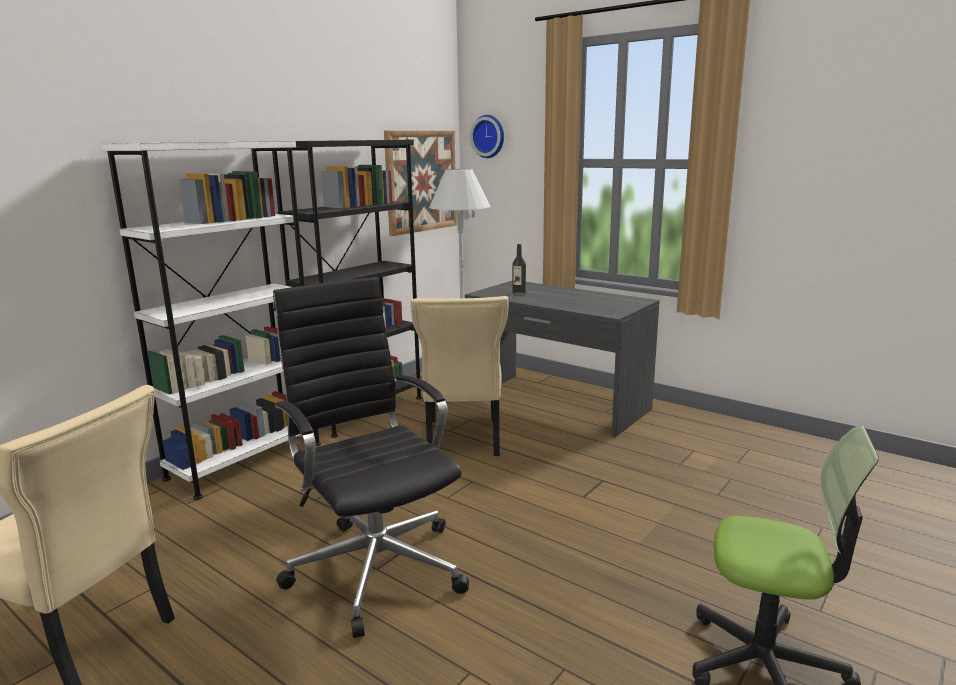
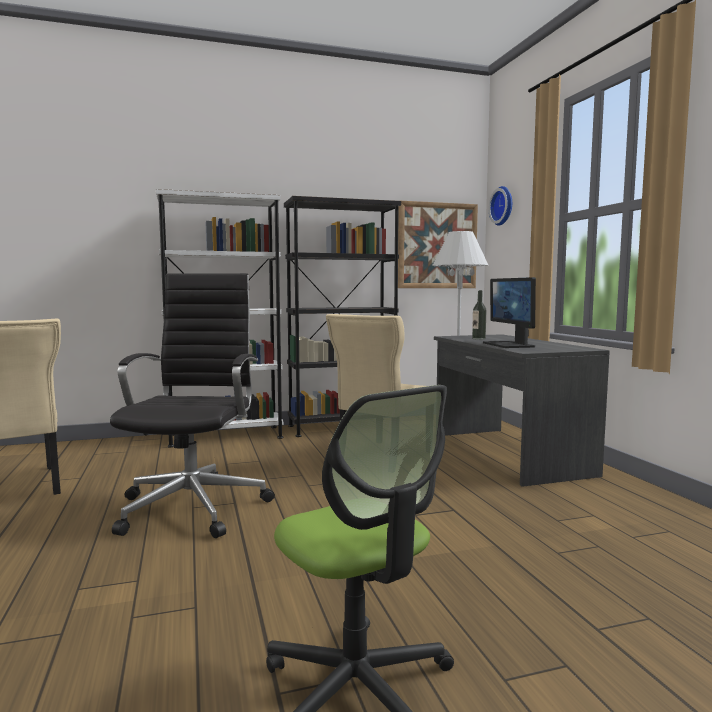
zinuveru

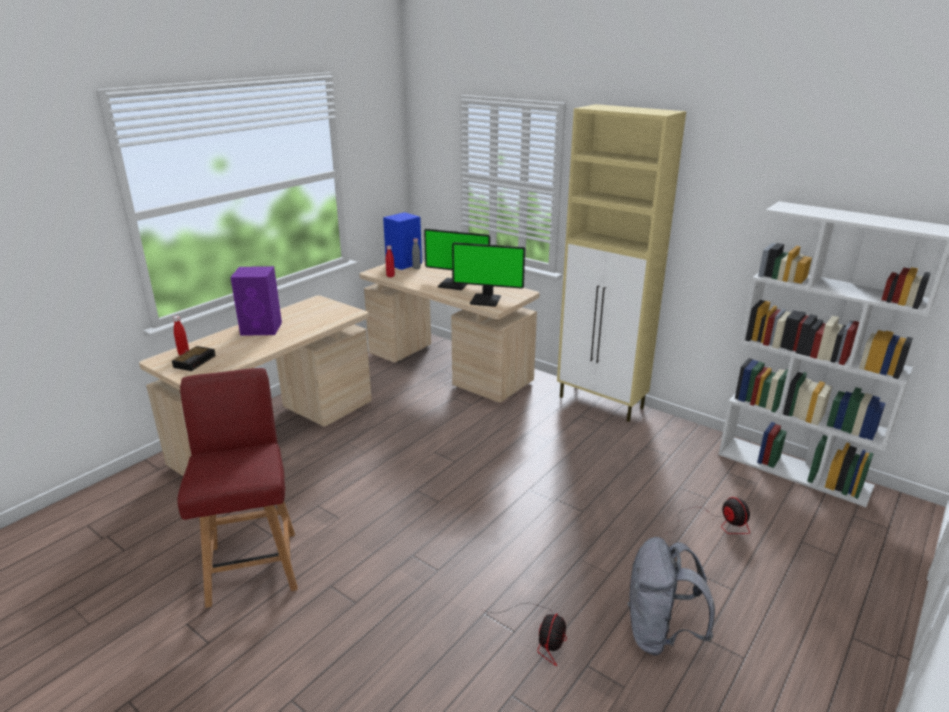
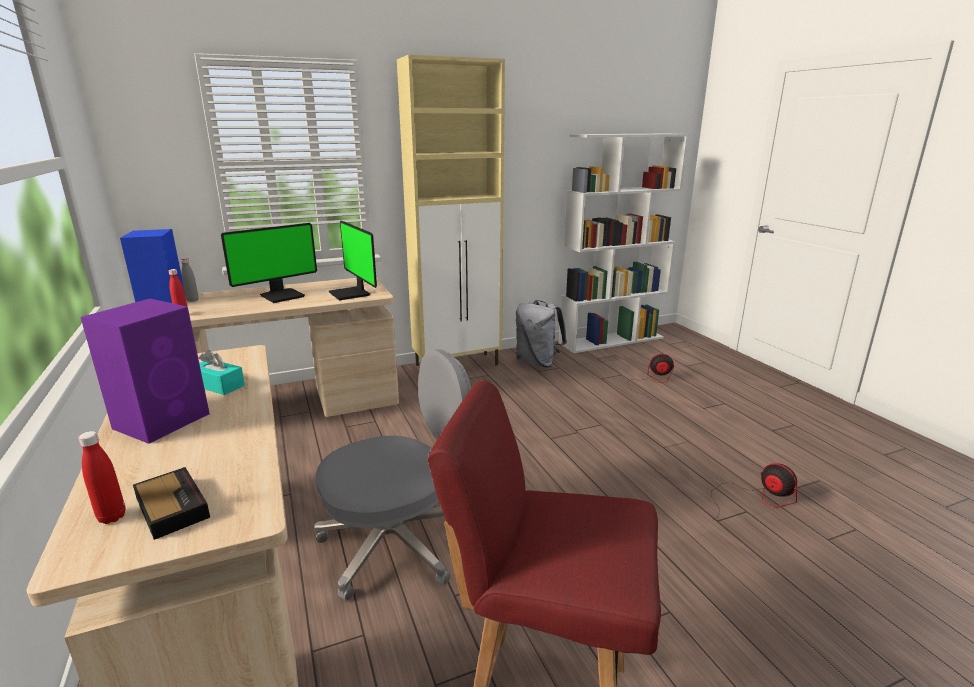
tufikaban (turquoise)
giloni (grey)
zinuveru (2nd from left)
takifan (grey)

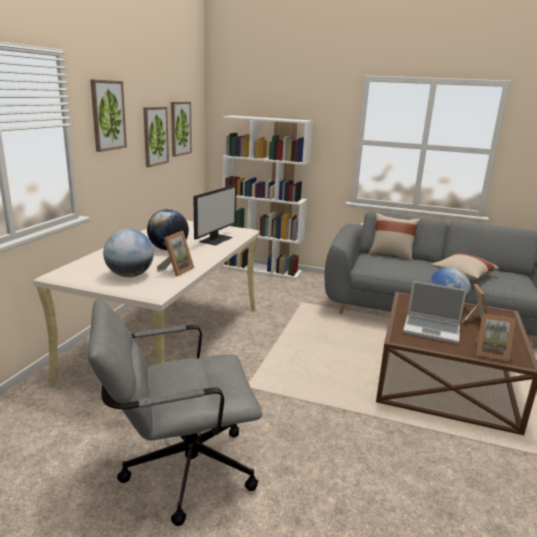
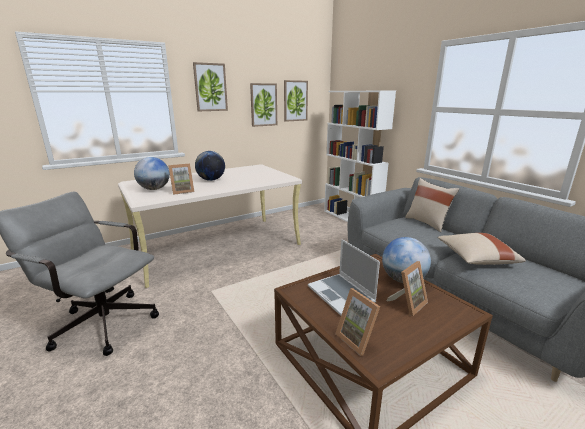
zinuveru

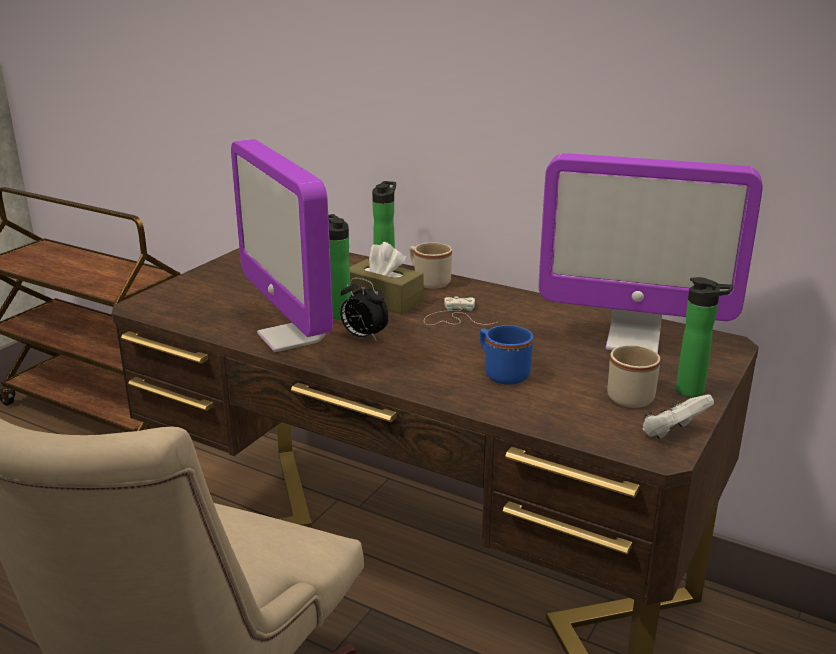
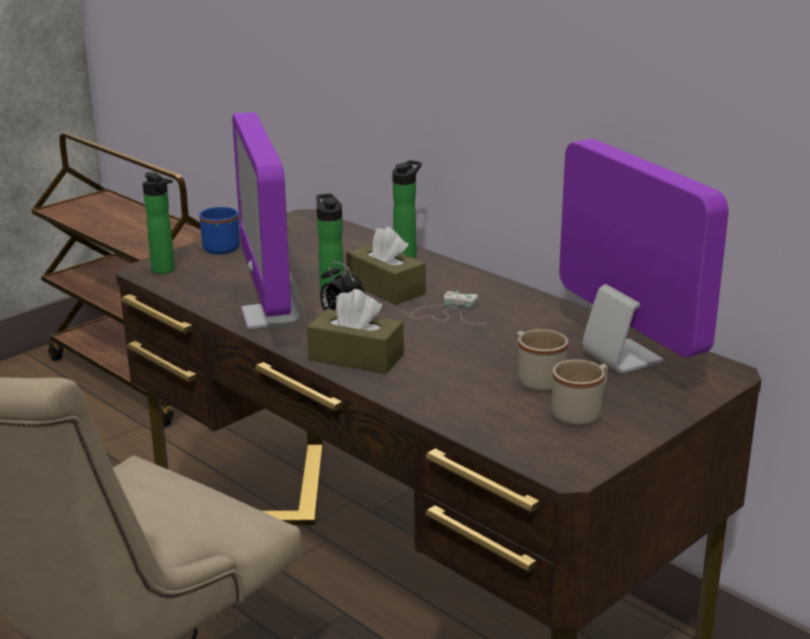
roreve (1st from left)
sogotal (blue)
tufikaban (brown) (1st from left)
sogotal (beige) (1st from left)
zinuveru (2nd from left)
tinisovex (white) (2nd from left in the first image)

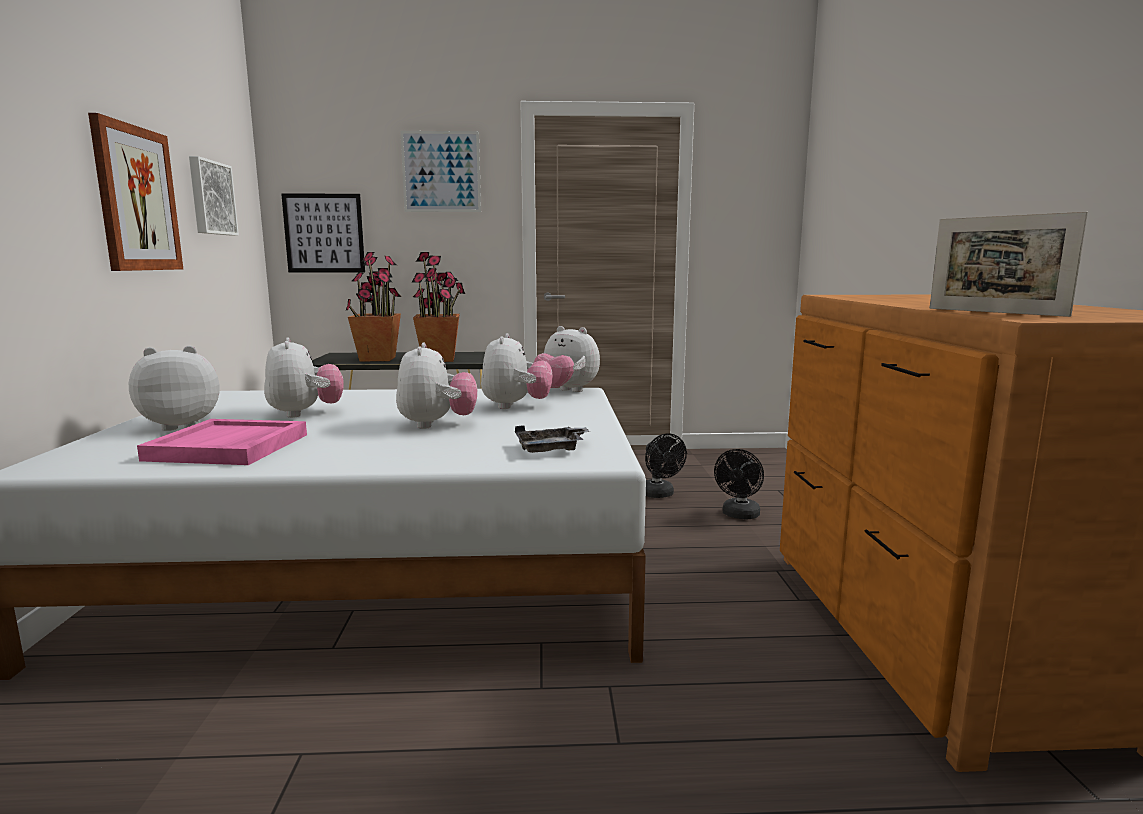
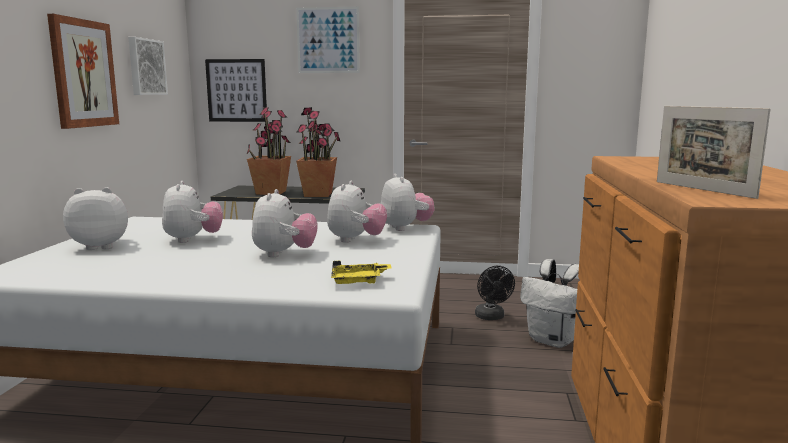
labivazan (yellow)
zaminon (5th from left)
takifan (white)
labivazan (pink)

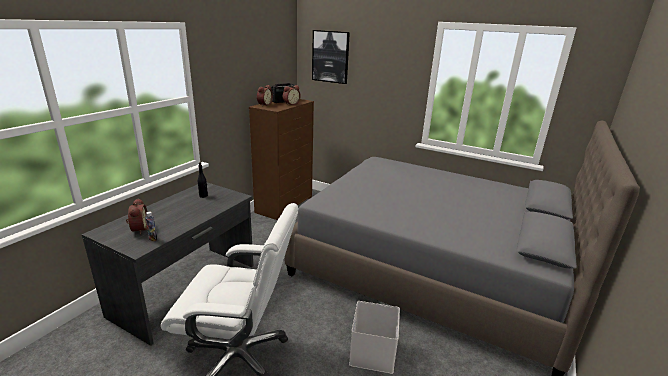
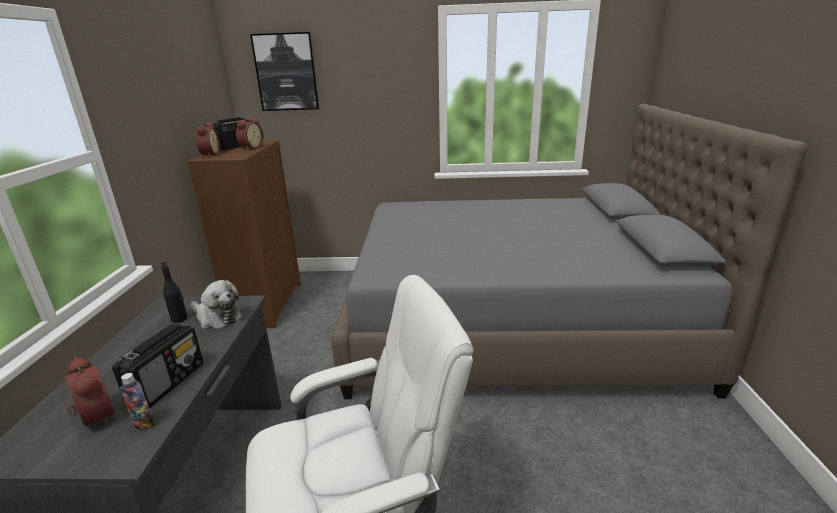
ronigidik (1st from left)
zaminon
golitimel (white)

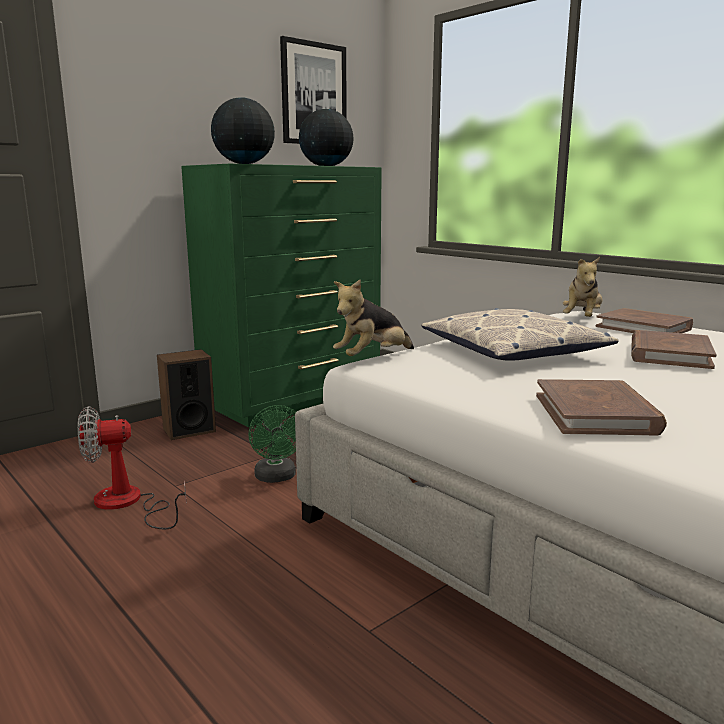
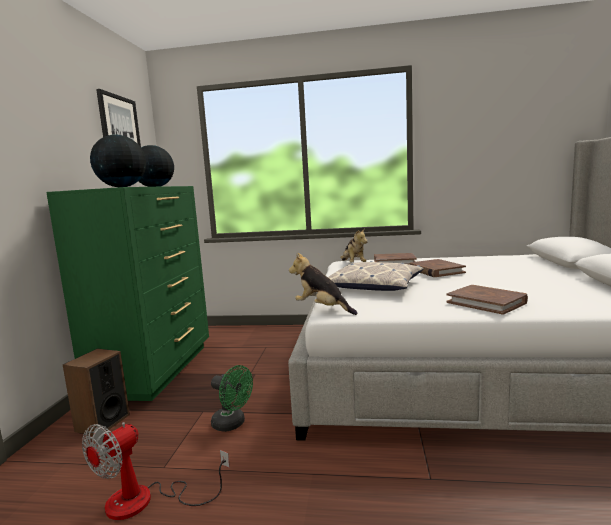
zaminon (1st from left)

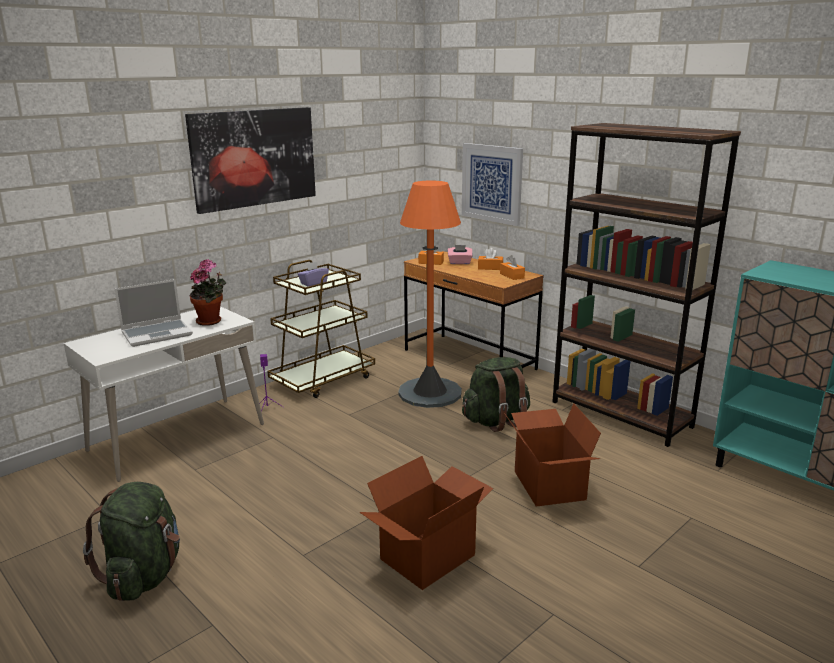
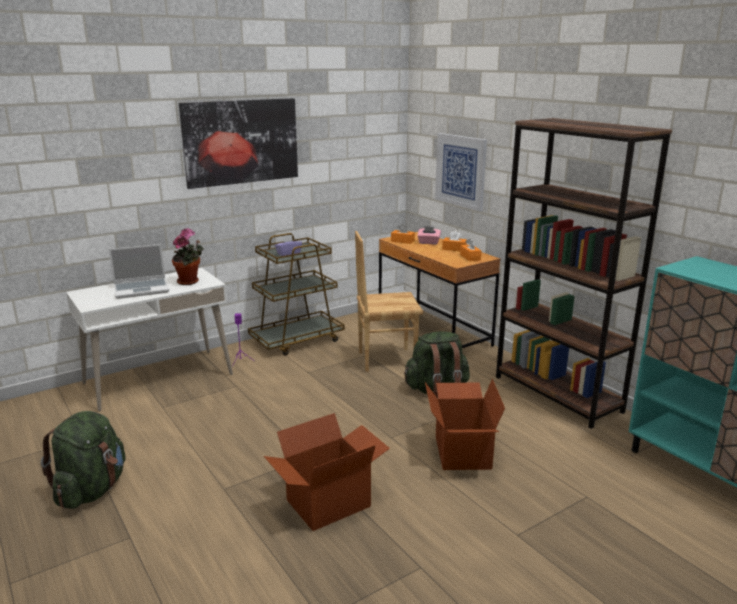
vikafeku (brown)

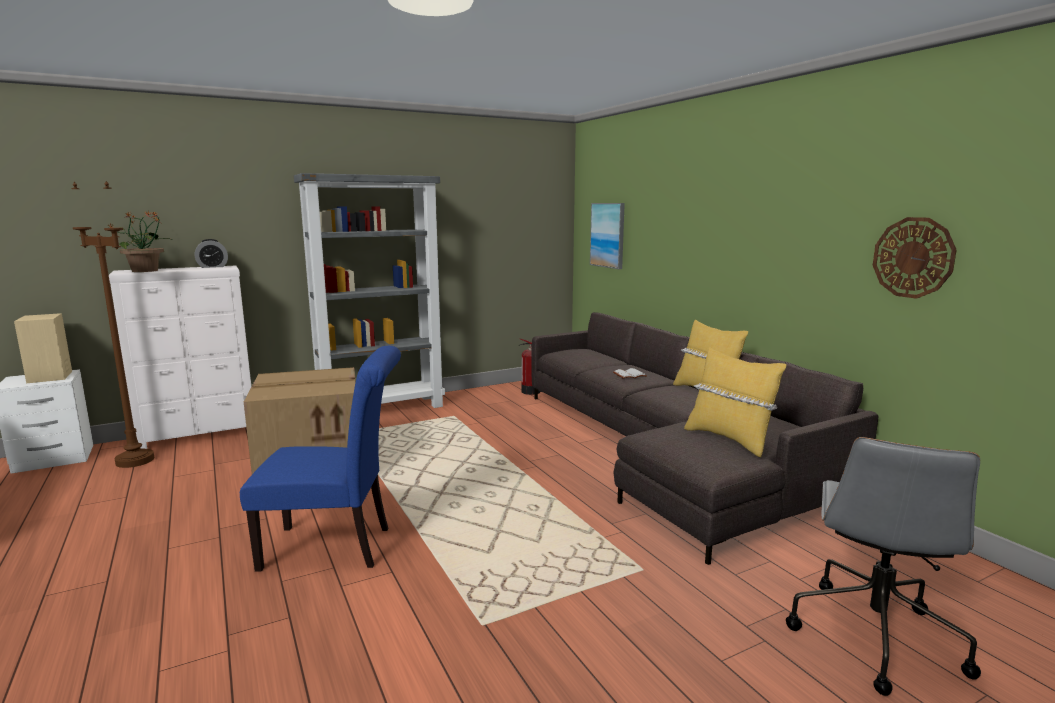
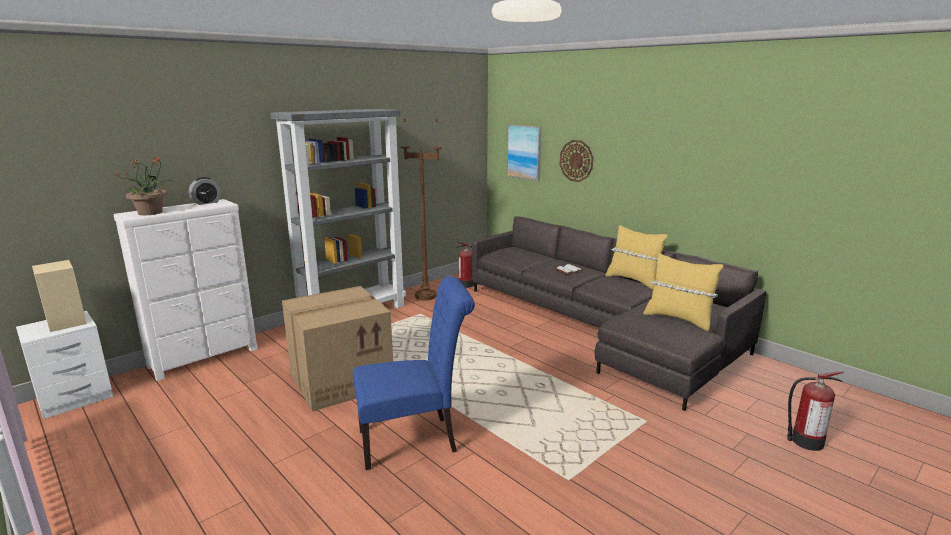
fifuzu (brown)
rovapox
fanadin (2nd from left)

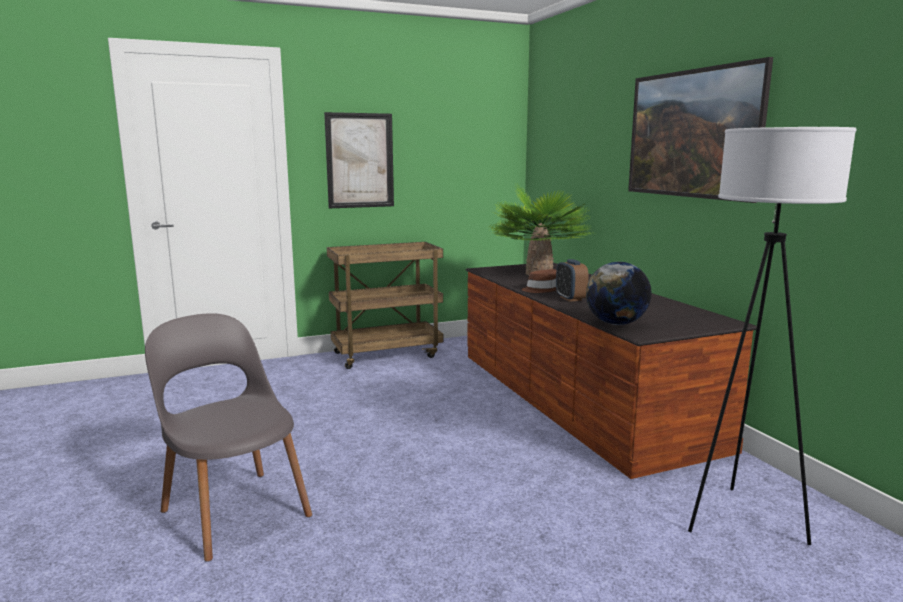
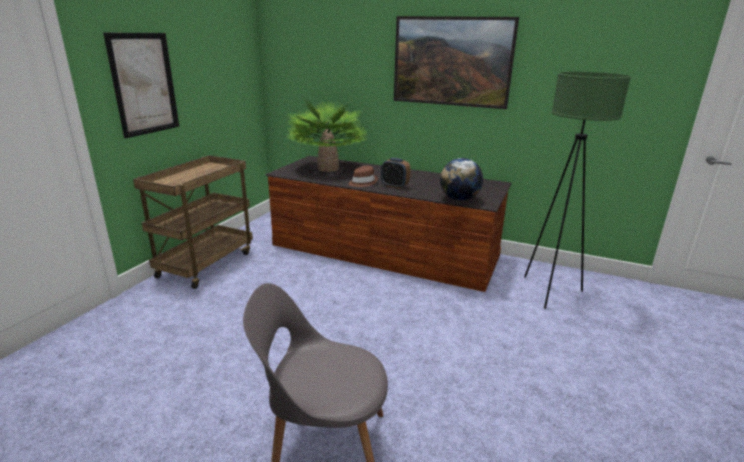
fifuzu (green)

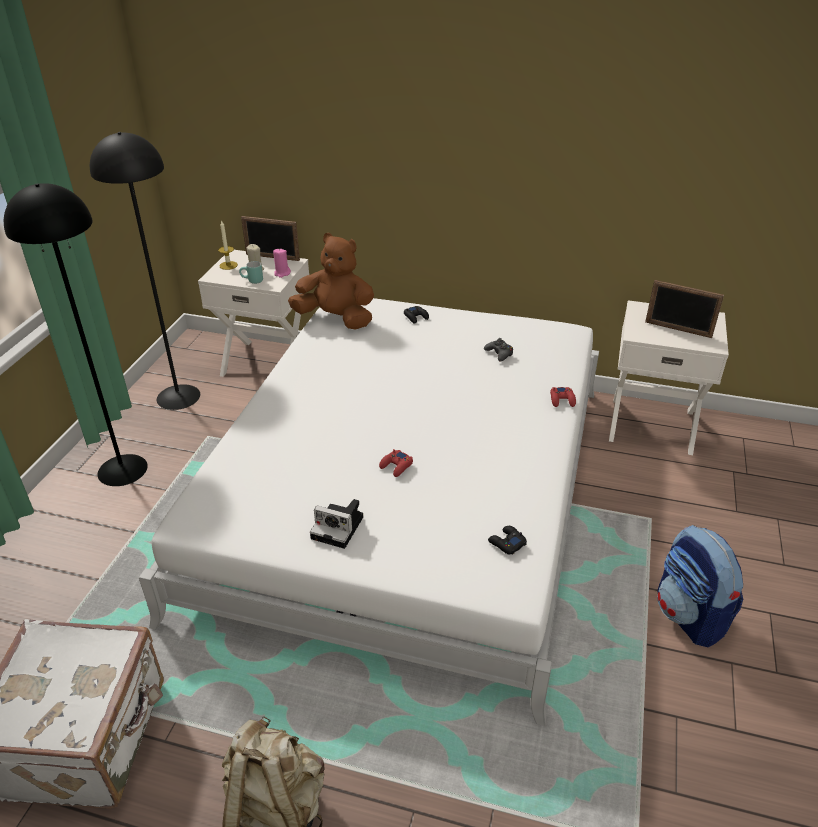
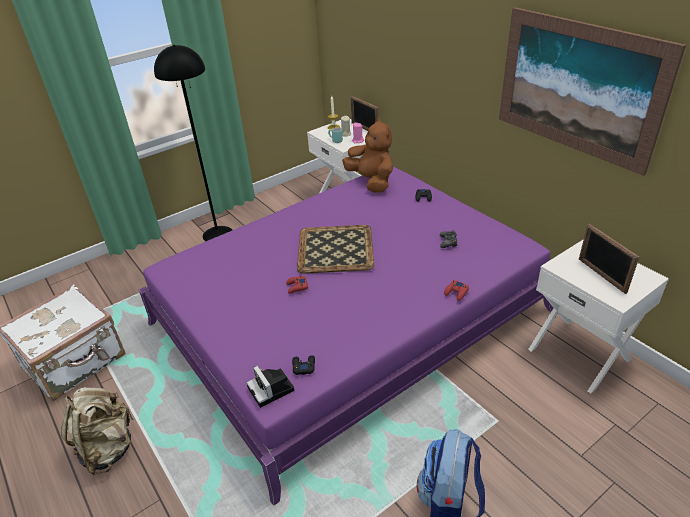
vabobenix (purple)
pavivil
labivazan
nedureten
fifuzu (black) (2nd from left in the first image)

